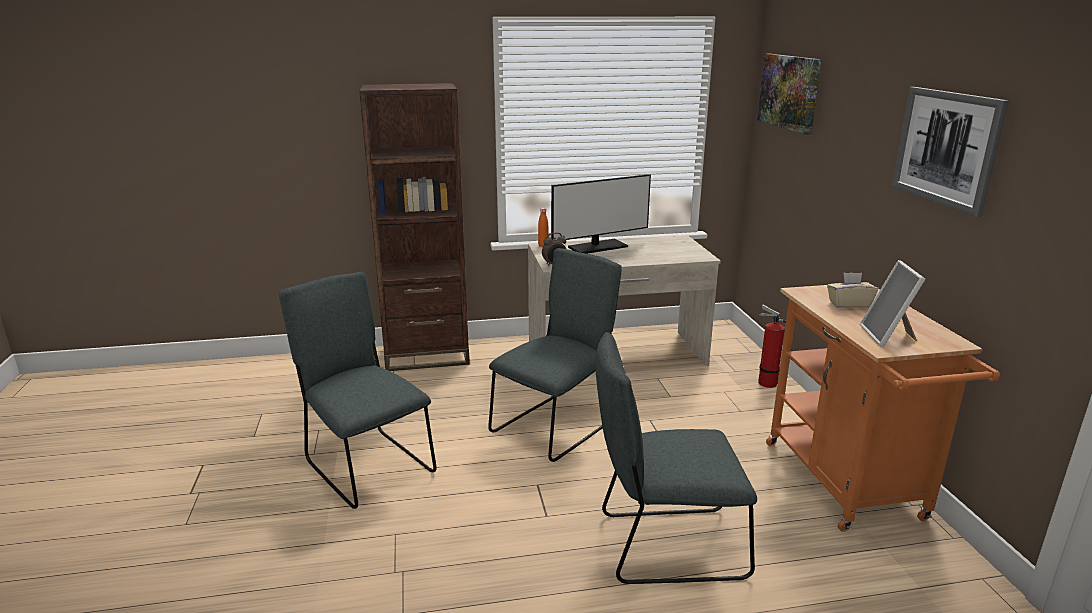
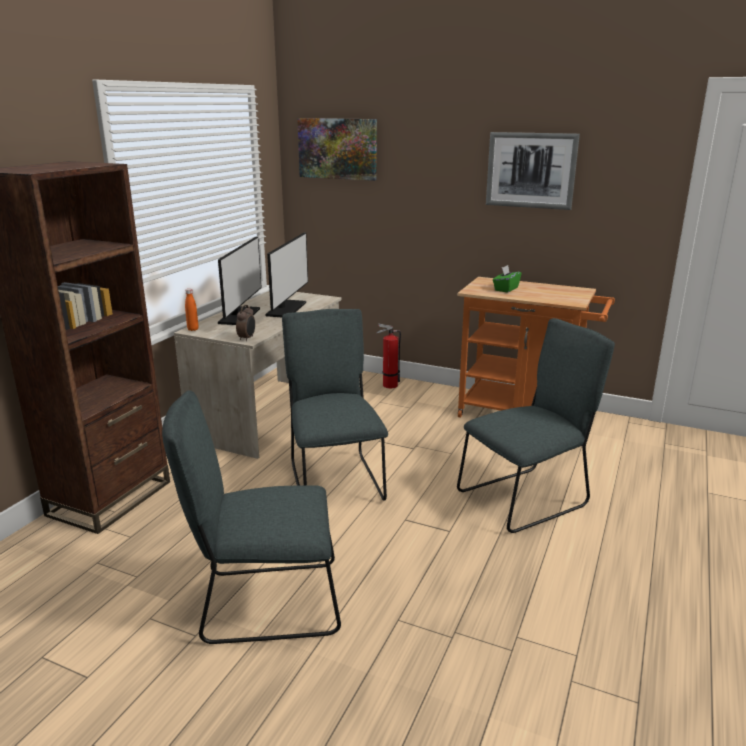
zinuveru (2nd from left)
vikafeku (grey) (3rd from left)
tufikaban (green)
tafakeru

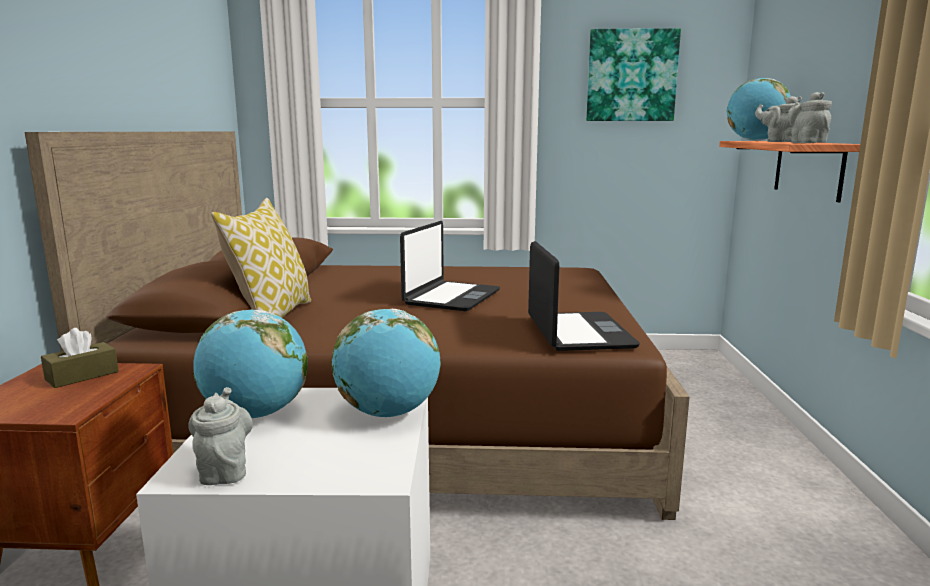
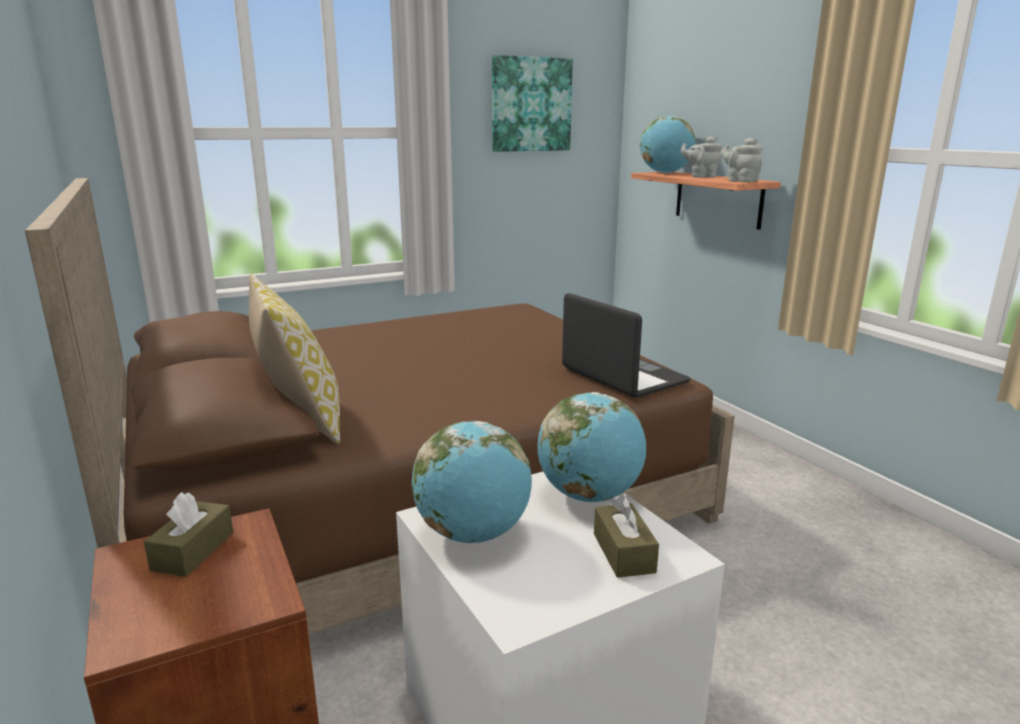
tufikaban (brown) (2nd from left)
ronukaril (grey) (1st from left in the first image)
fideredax (1st from left in the first image)

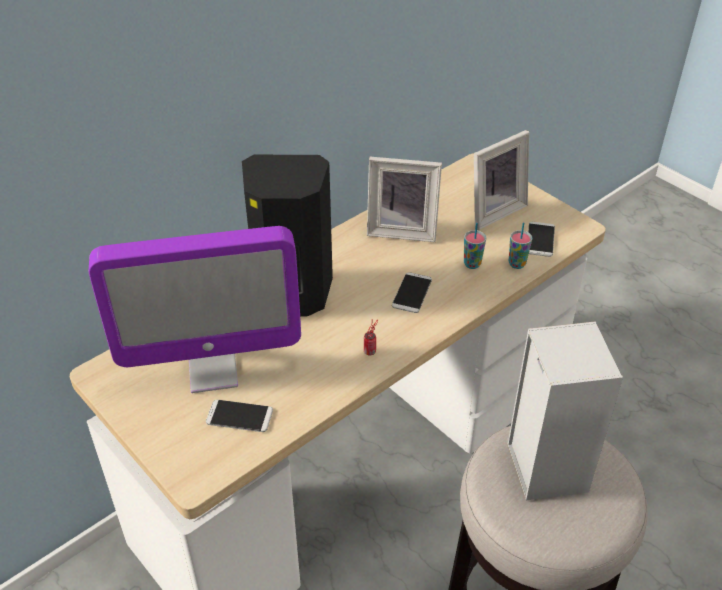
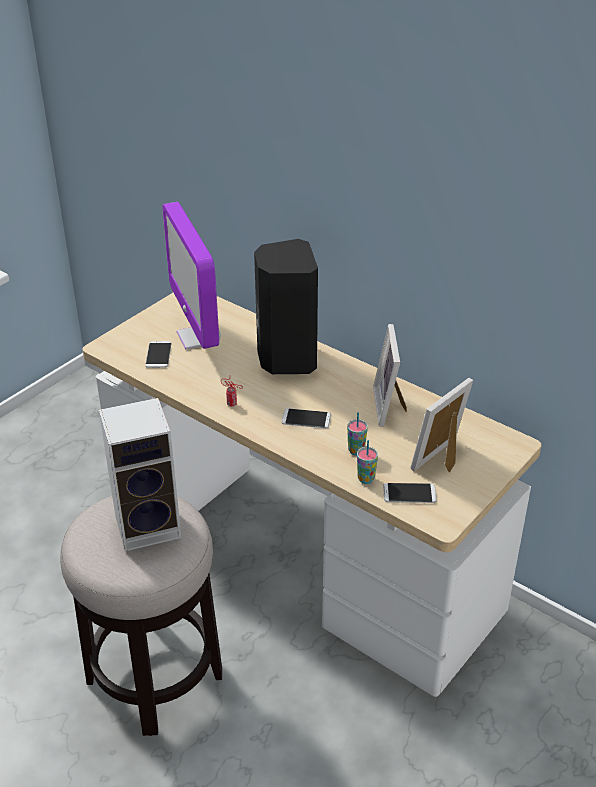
tafakeru (2nd from left)

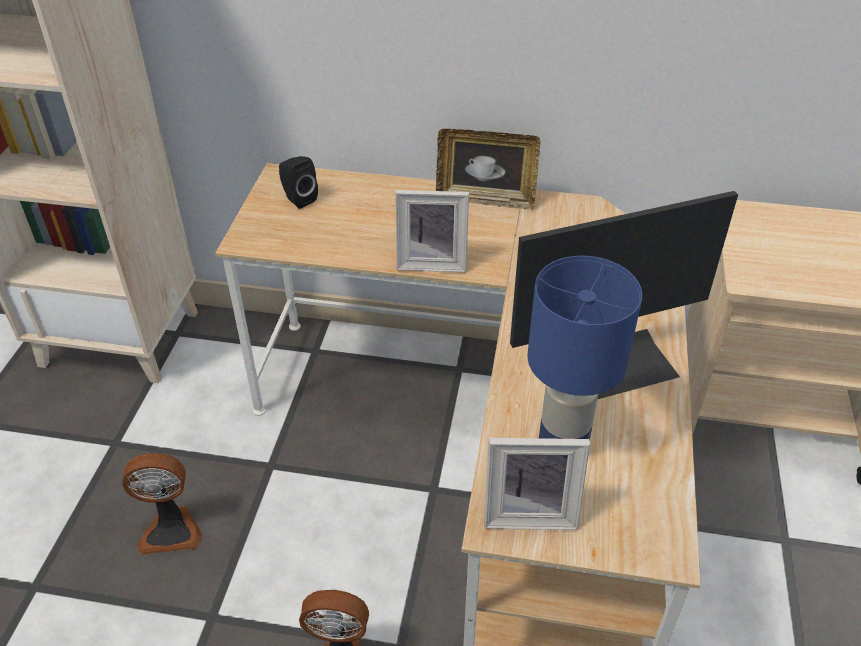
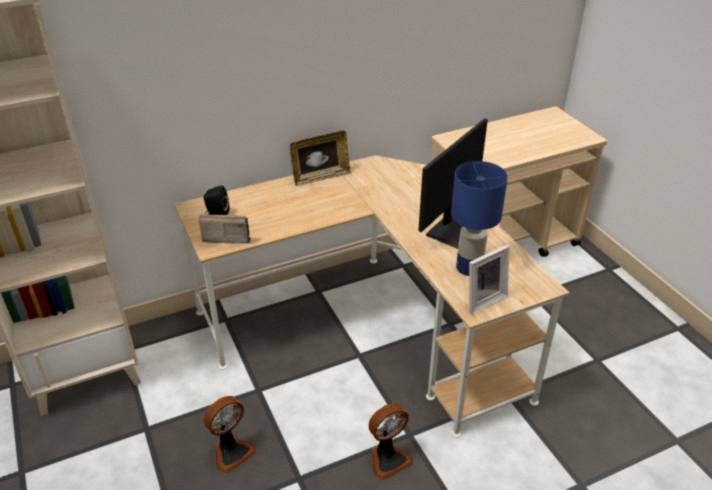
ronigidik
tafakeru (1st from left in the first image)

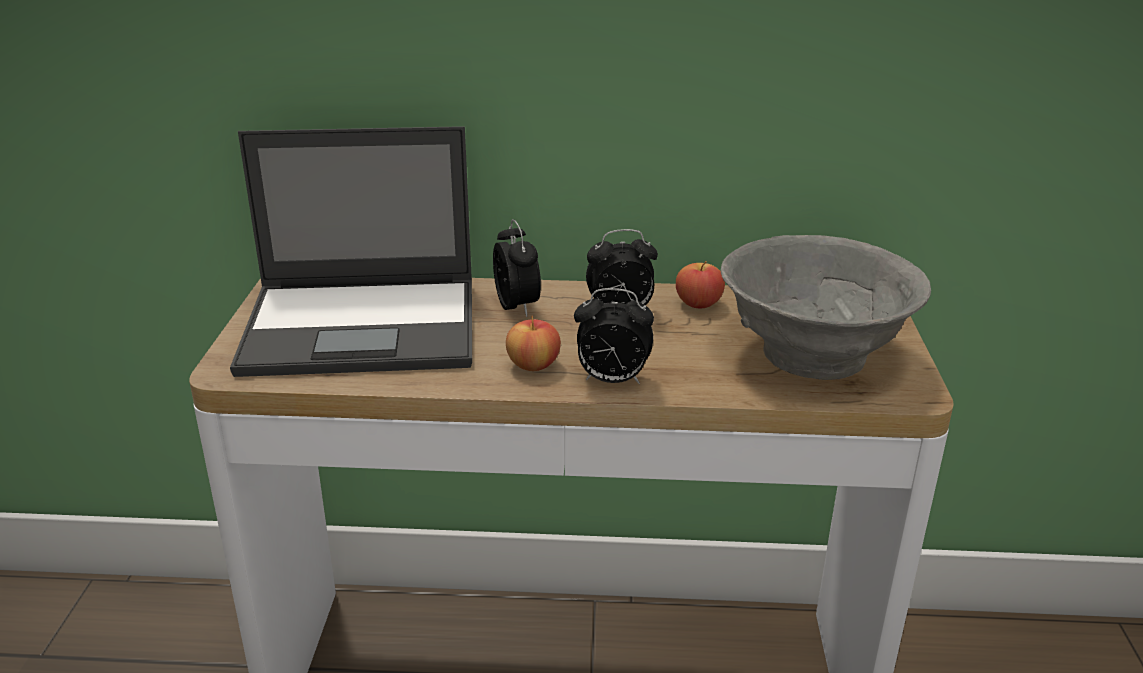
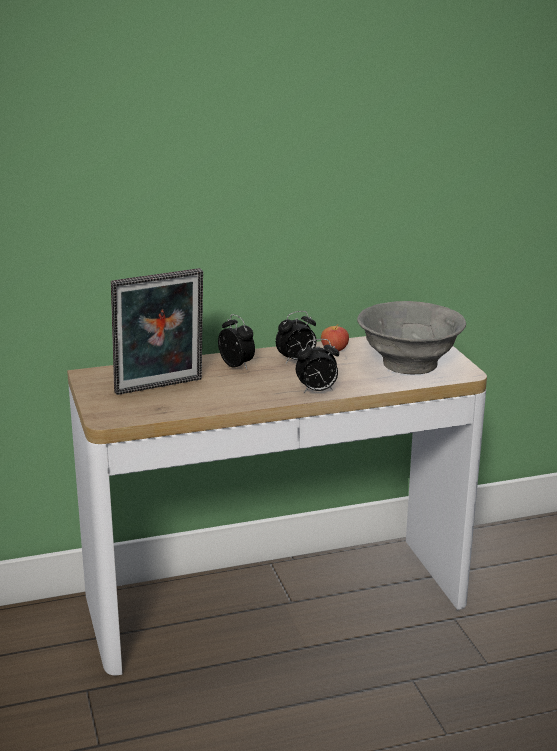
tafakeru
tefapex (1st from left in the first image)

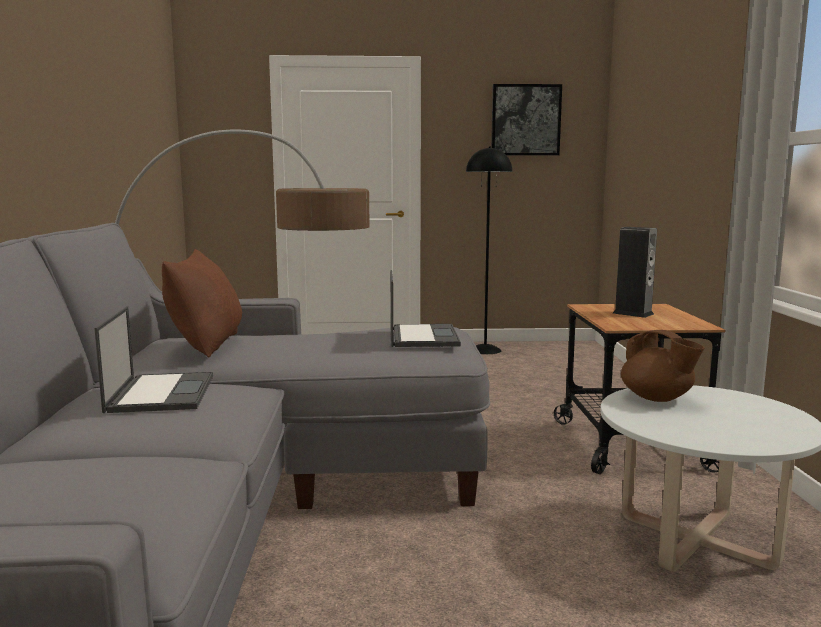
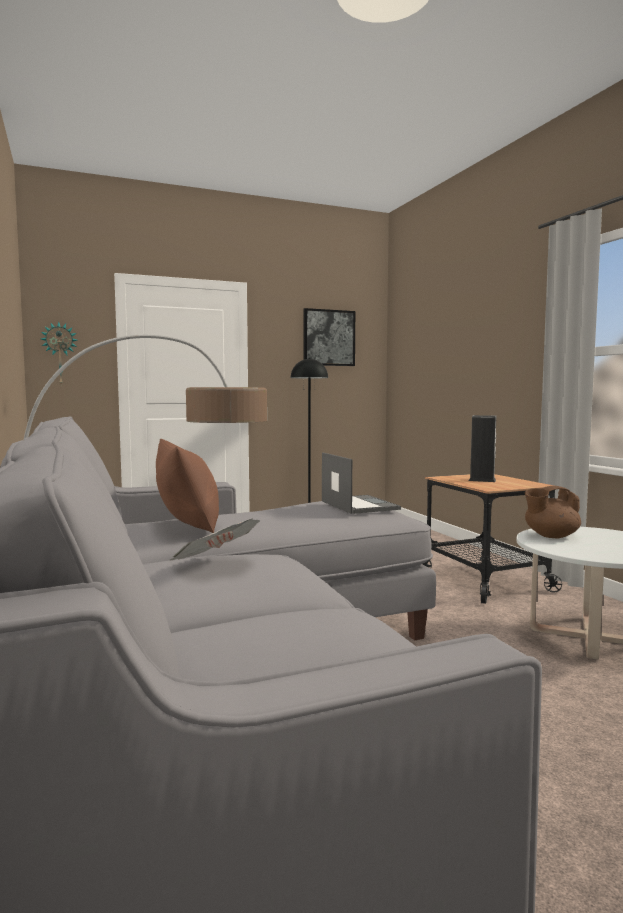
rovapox
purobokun
ronukaril (brown)

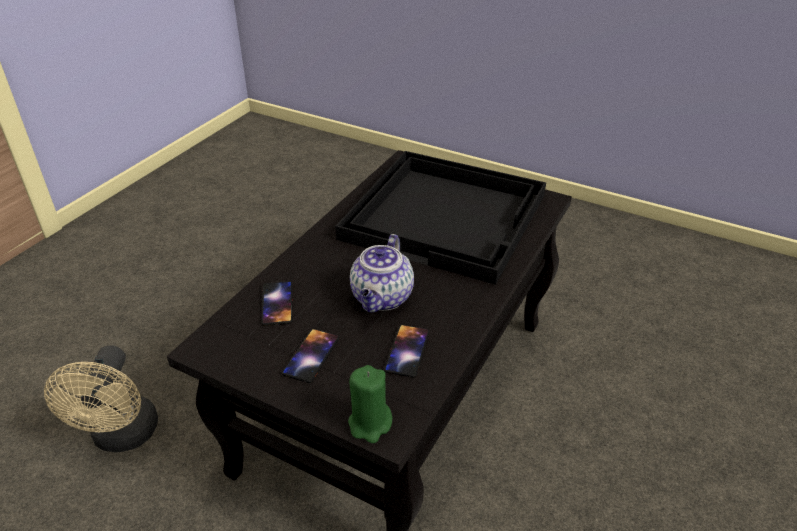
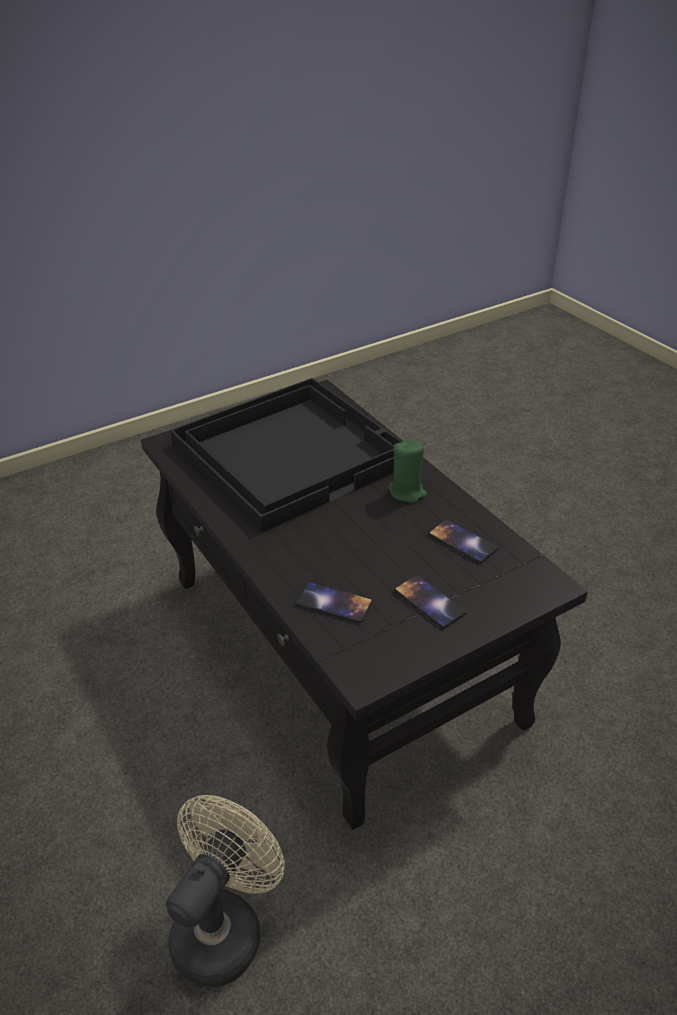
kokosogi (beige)
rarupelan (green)
ronukaril

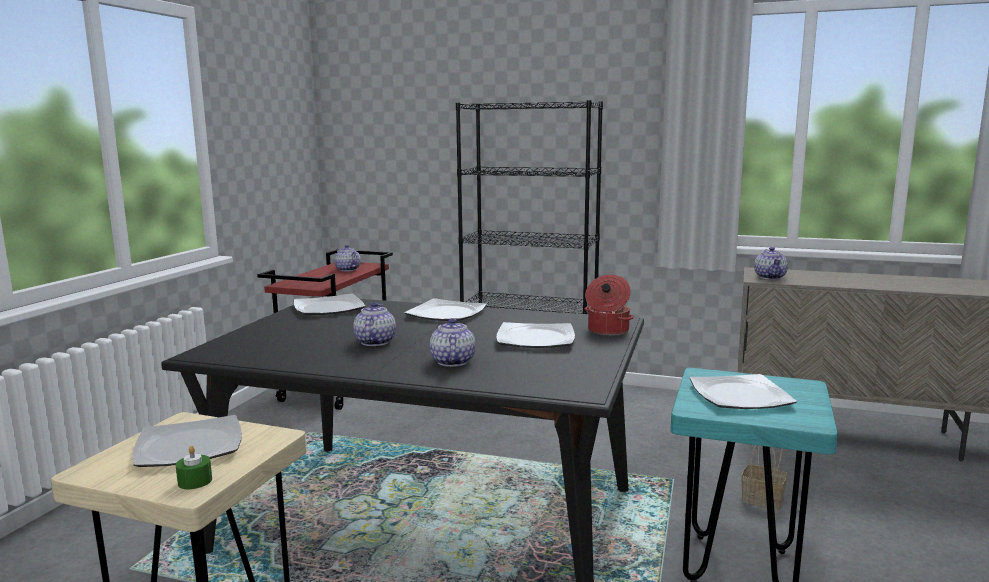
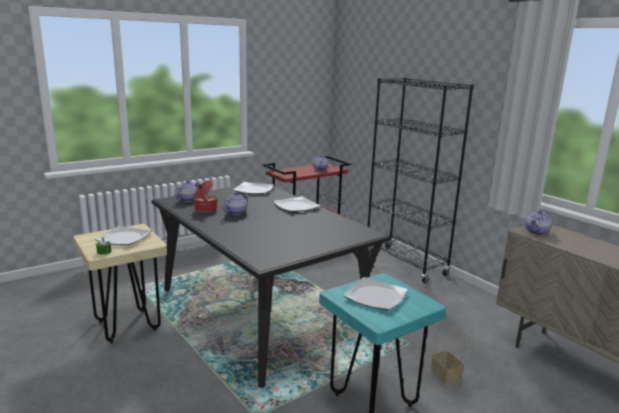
ronukaril (1st from left)
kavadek
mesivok (4th from left in the first image)

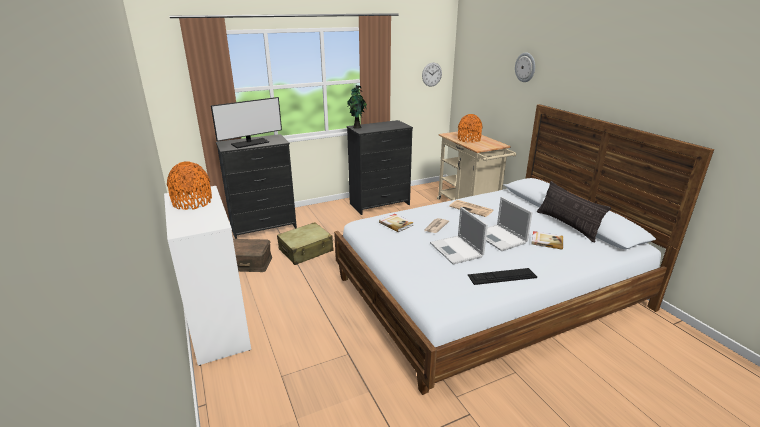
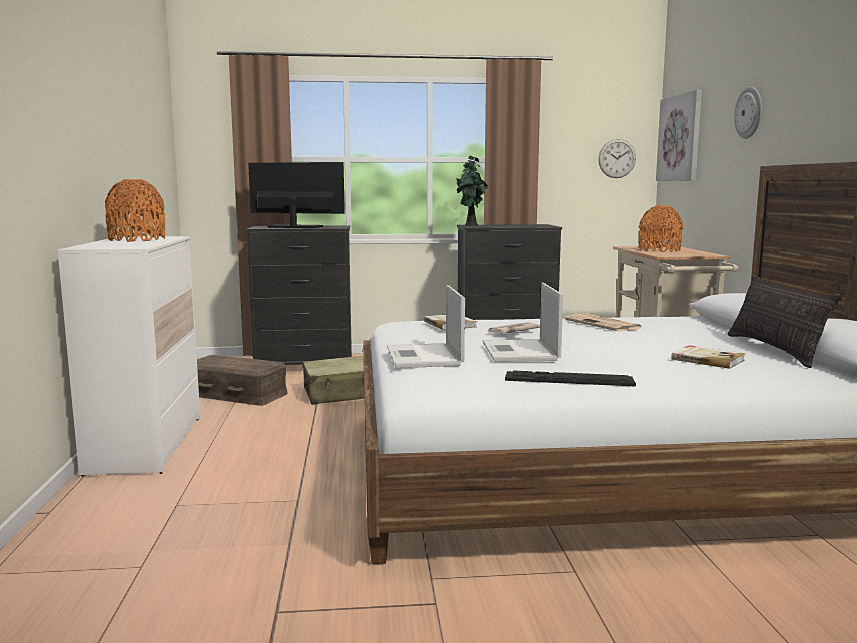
zinuveru
fideredax (1st from left)
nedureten

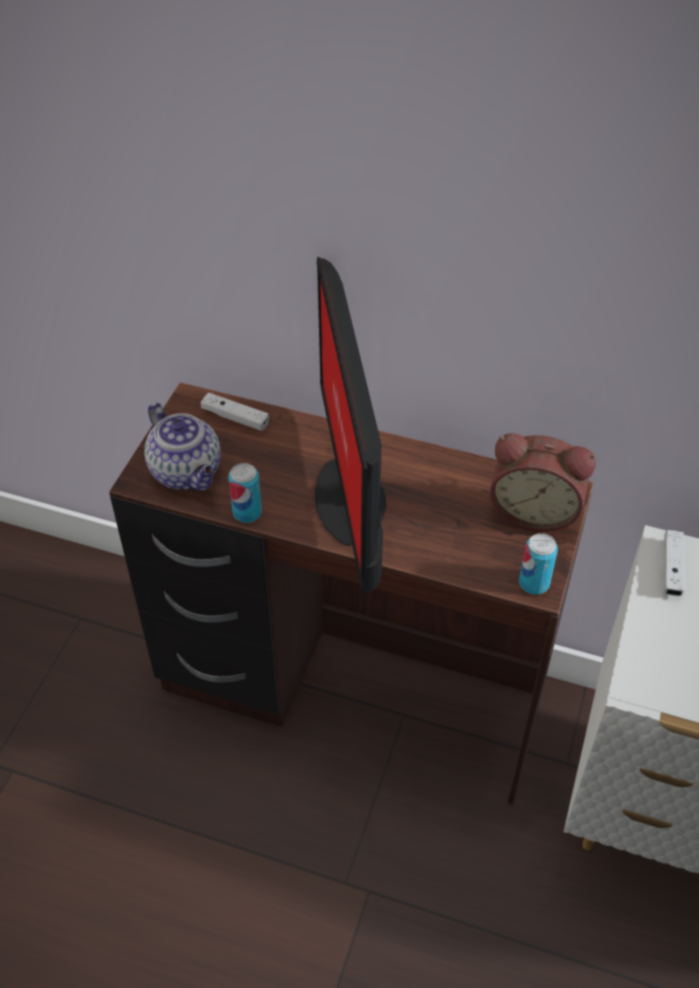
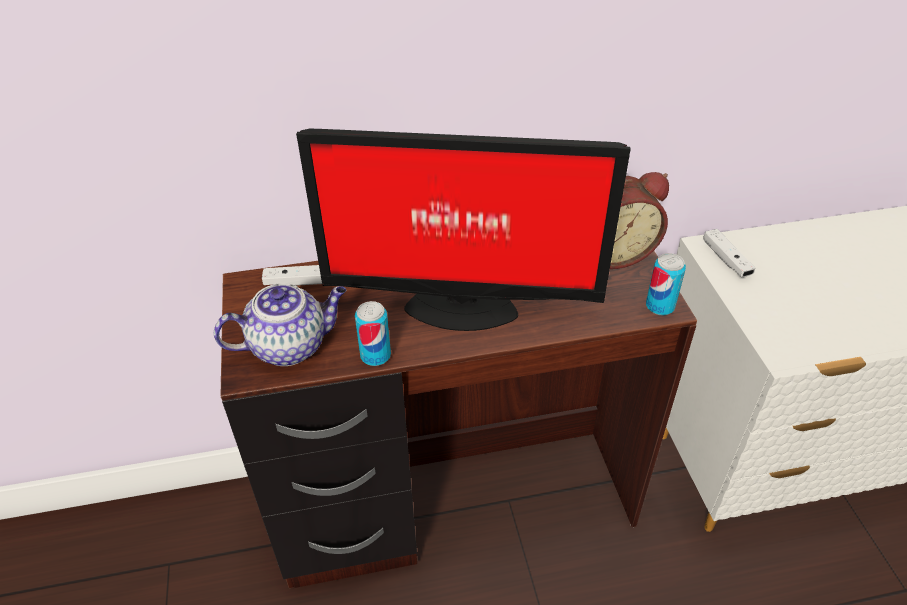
ronukaril
zinuveru

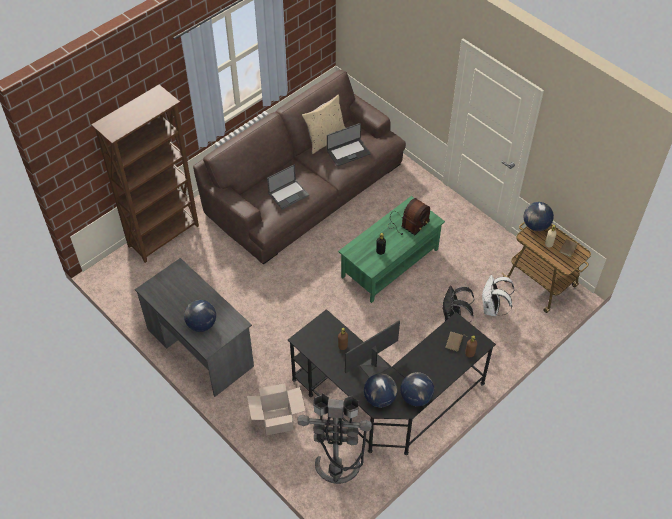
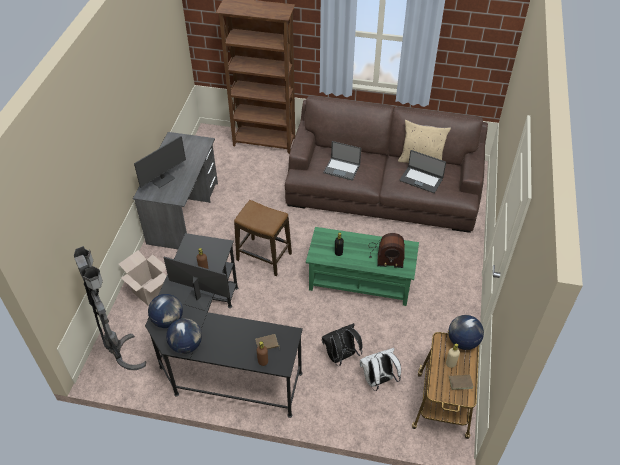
zinuveru (1st from left)
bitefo

